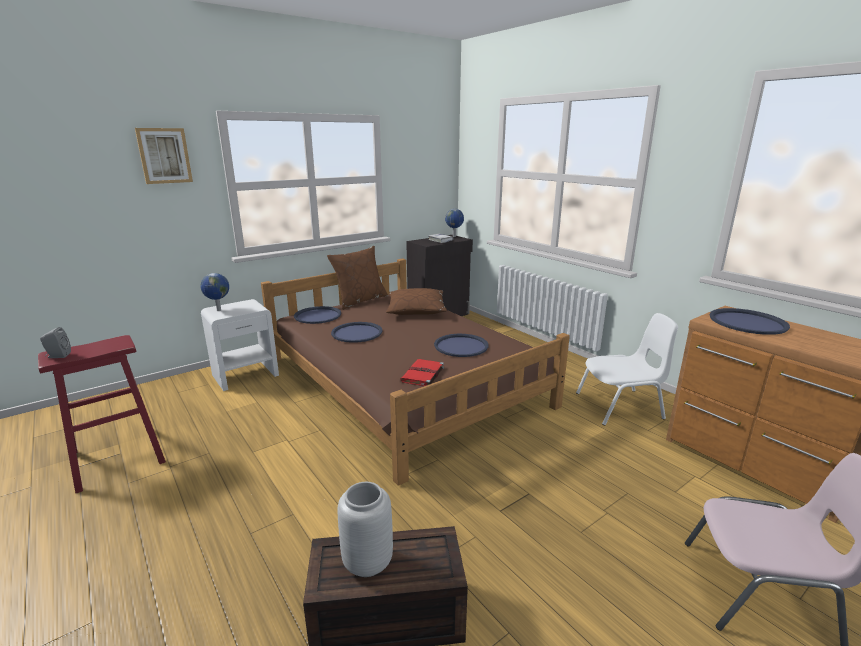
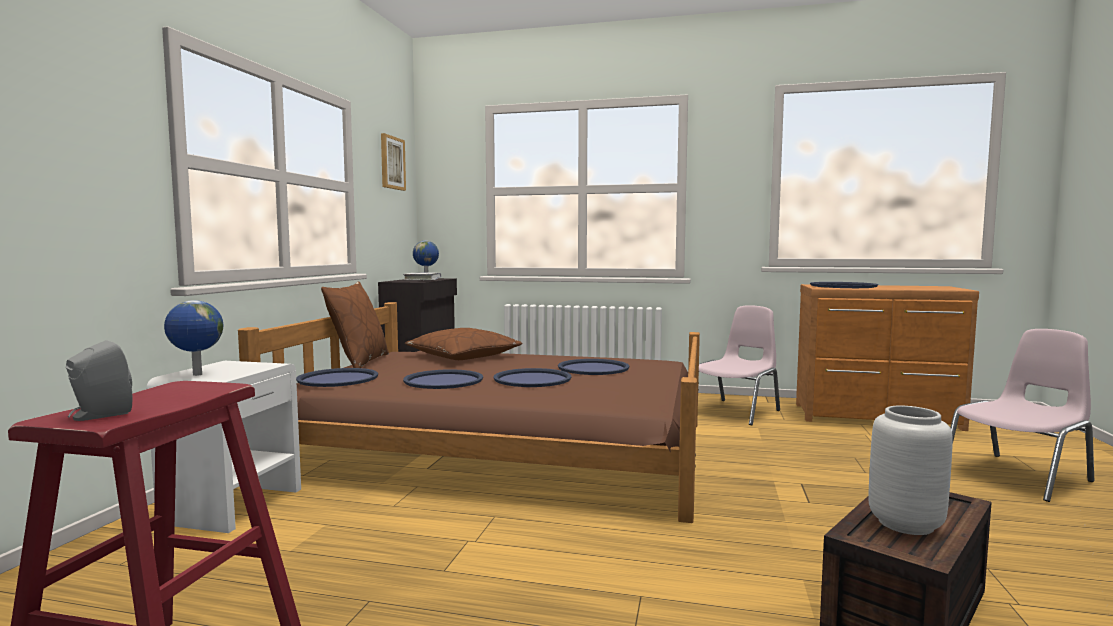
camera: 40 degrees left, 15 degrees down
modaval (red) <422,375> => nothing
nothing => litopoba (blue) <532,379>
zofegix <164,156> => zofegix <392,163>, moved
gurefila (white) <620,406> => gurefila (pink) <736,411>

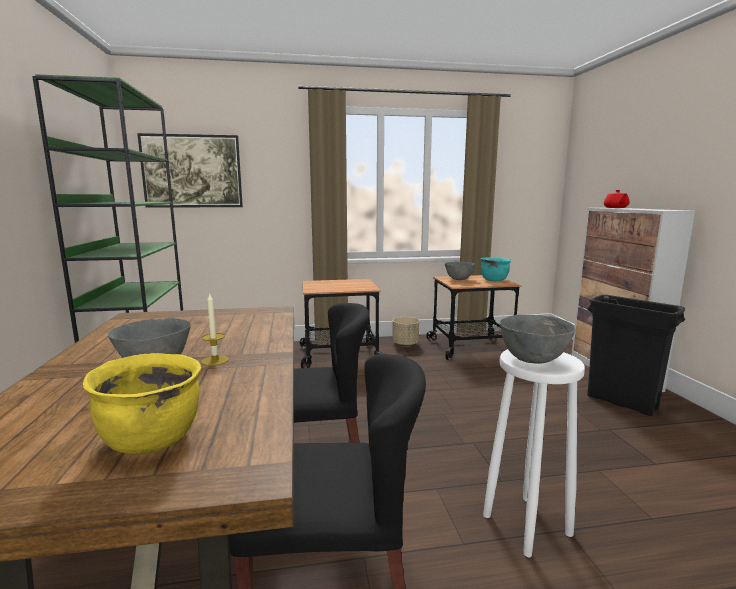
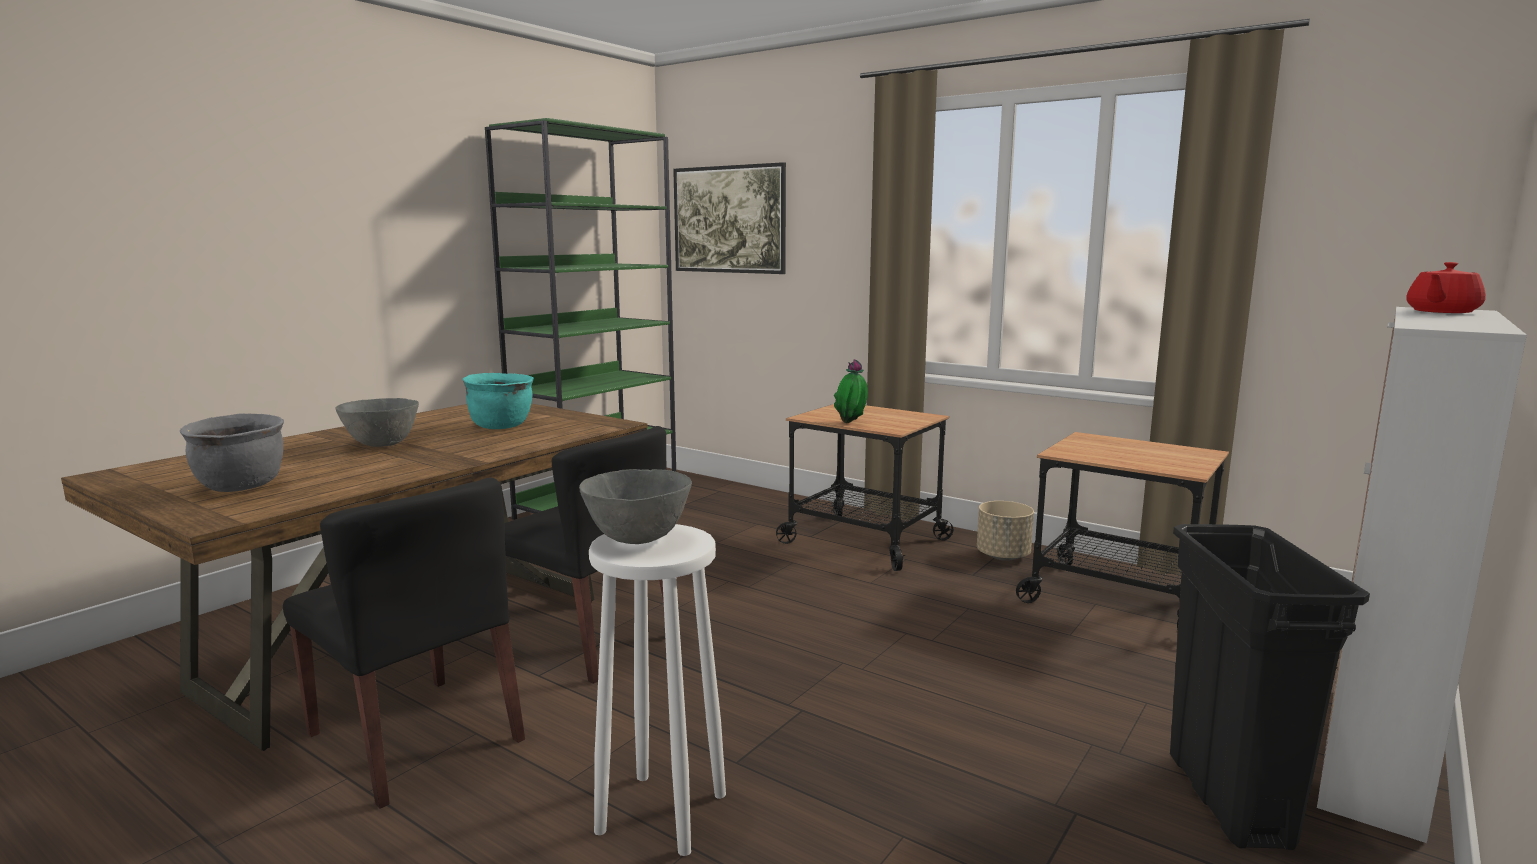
camera: 45 degrees right, 0 degrees up
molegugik <215,360> => nothing
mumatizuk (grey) <459,279> => nothing
nothing => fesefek <851,423>
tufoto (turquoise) <494,280> => tufoto (turquoise) <501,426>, moved
tufoto (yellow) <153,440> => tufoto (grey) <242,487>

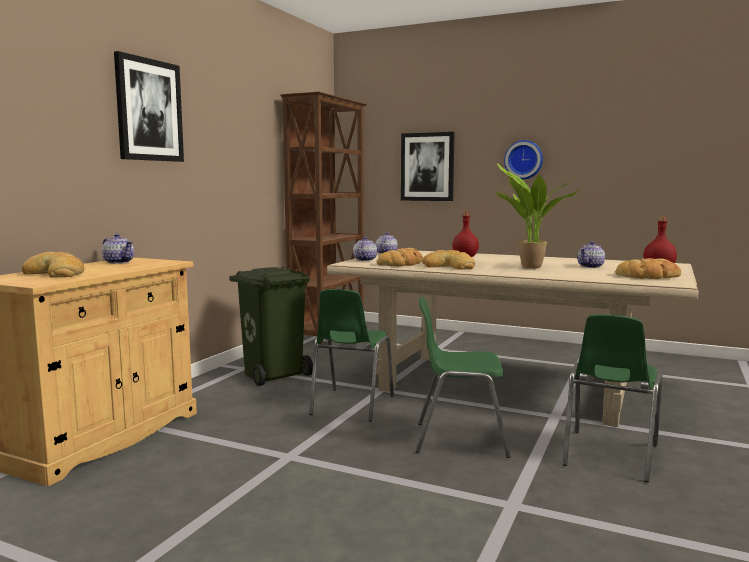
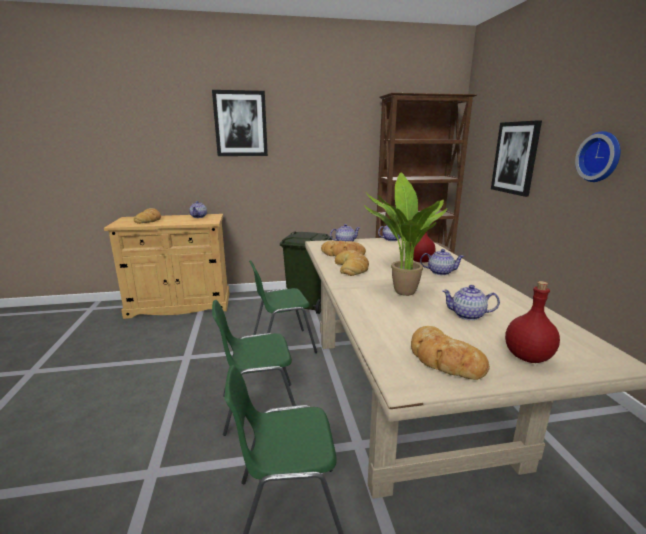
camera: 55 degrees right, 10 degrees up
nothing => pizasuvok <440,272>
gurefila (green) <459,439> => gurefila (green) <259,408>, 75 degrees counterclockwise

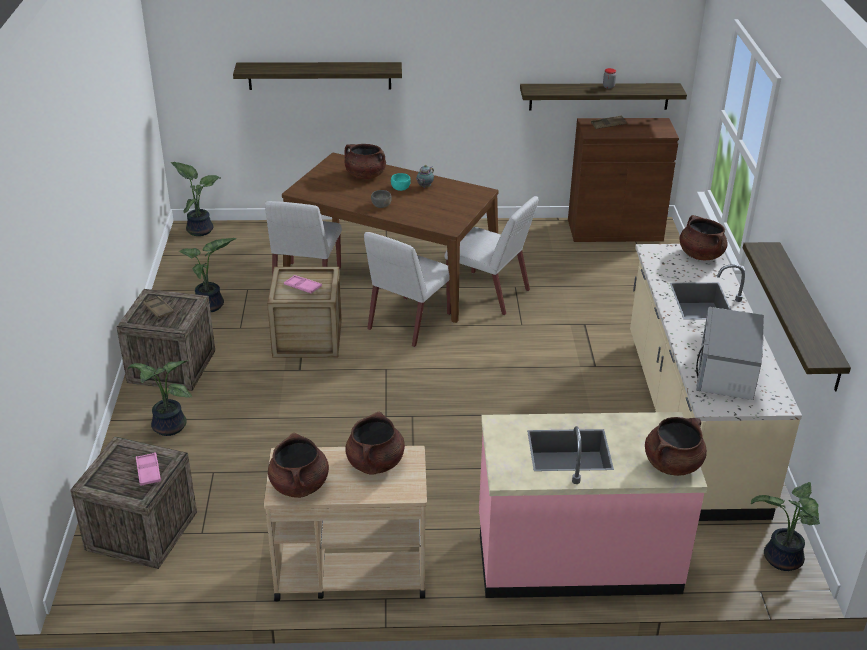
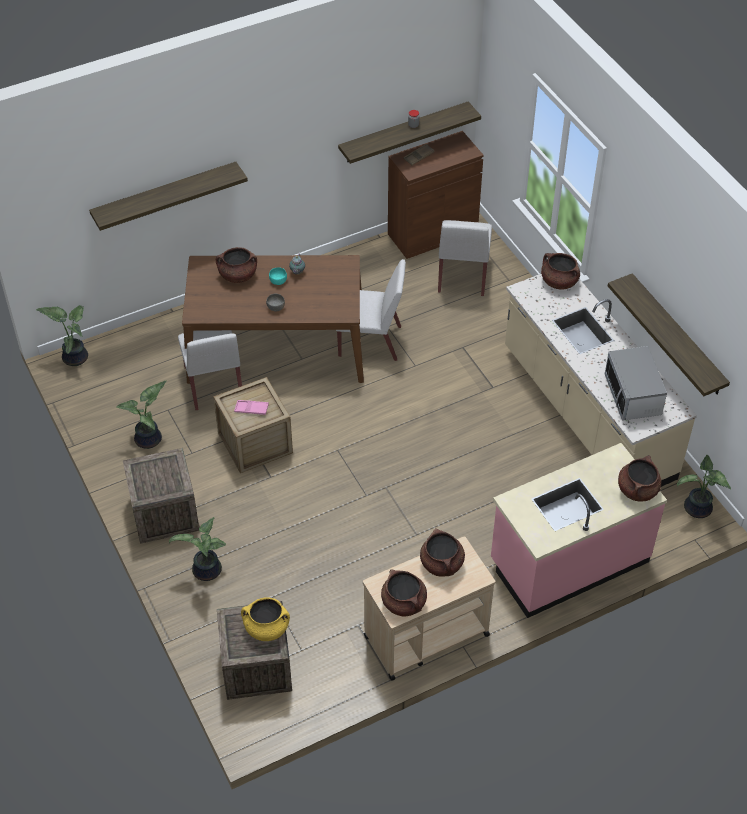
camera: 25 degrees left, 15 degrees up
litopoba (brown) <159,310> => nothing
gurefila (white) <409,322> => gurefila (white) <462,275>, moved
litopoba (pink) <148,472> => tufoto (yellow) <266,628>

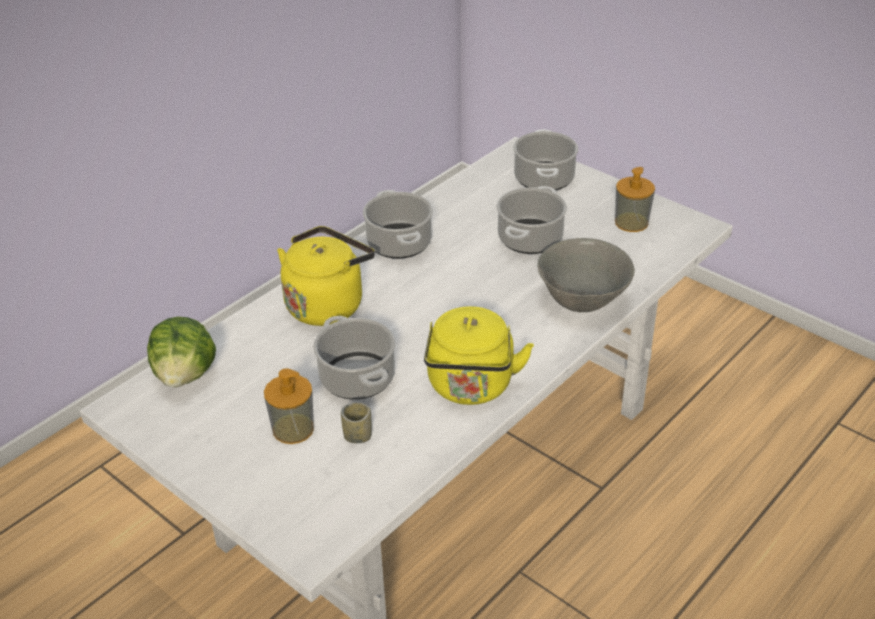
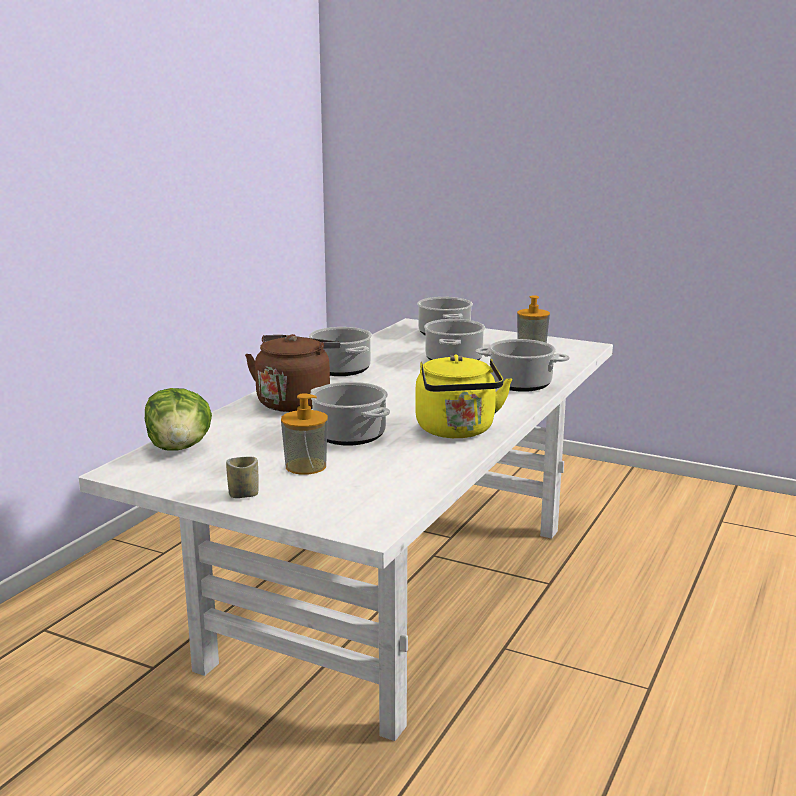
camera: 15 degrees left, 20 degrees down
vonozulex <357,436> => vonozulex <243,494>, moved
mumatizuk (grey) <583,301> => tufoto <521,384>
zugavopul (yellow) <327,304> => zugavopul (brown) <295,402>

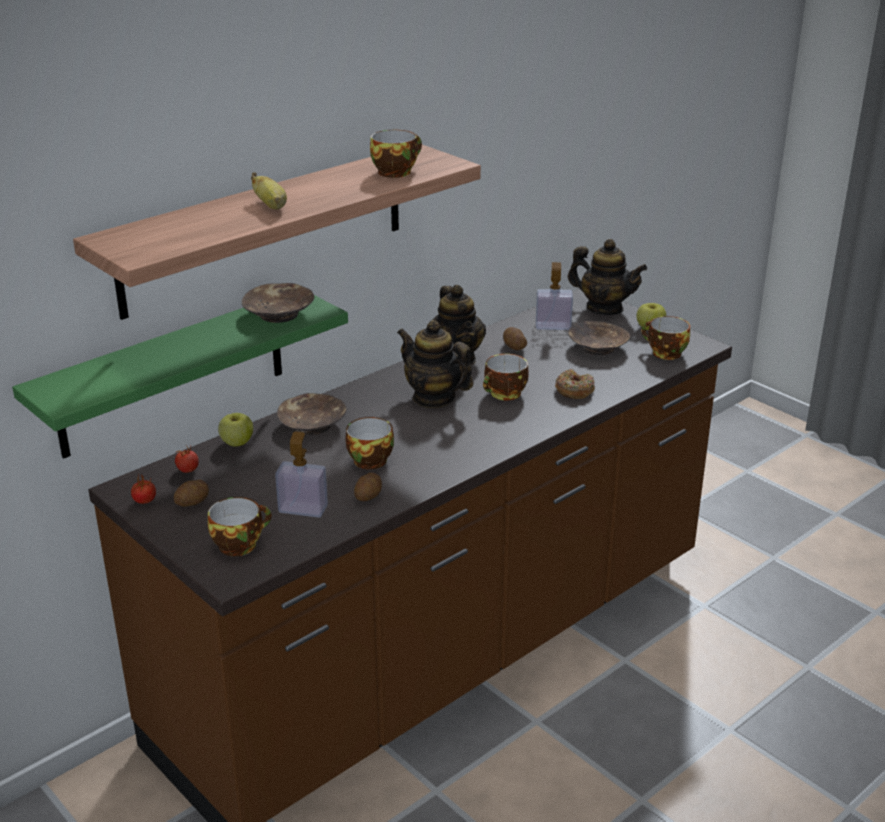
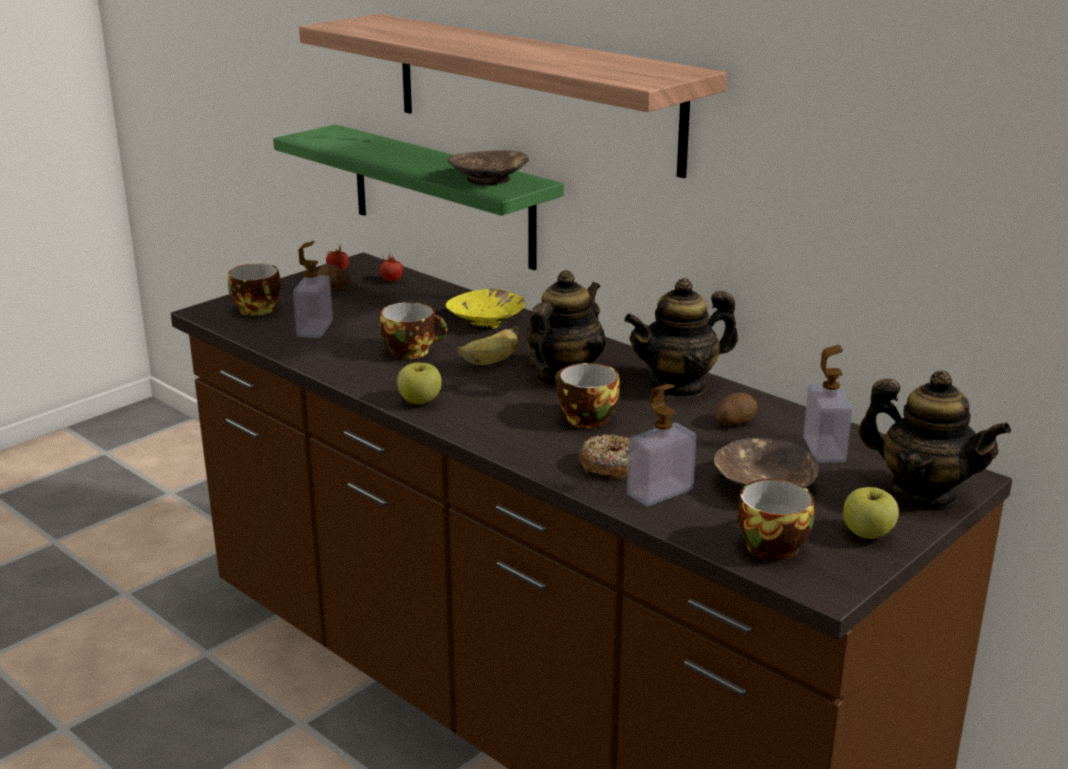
camera: 85 degrees right, 5 degrees down
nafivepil <369,496> => nothing
vonozulex <395,171> => nothing
nothing => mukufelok <660,492>
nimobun <237,442> => nimobun <420,401>, moved
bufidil <271,206> => bufidil <490,362>, moved
mumatizuk (brown) <313,424> => mumatizuk (yellow) <486,321>
pizasuvok <604,308> => pizasuvok <923,493>, 75 degrees counterclockwise

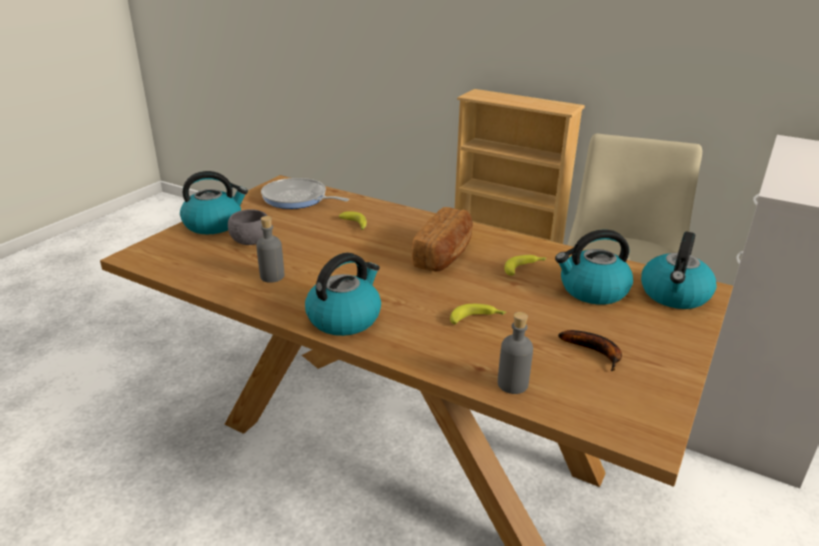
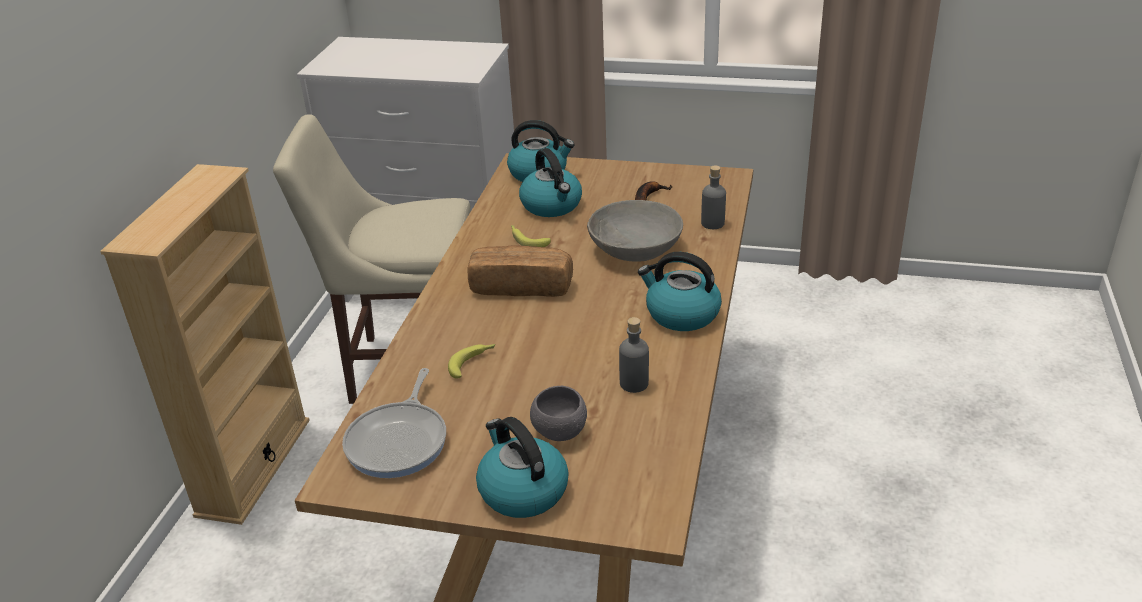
camera: 105 degrees left, 5 degrees up
bufidil <477,319> => mumatizuk (grey) <635,249>

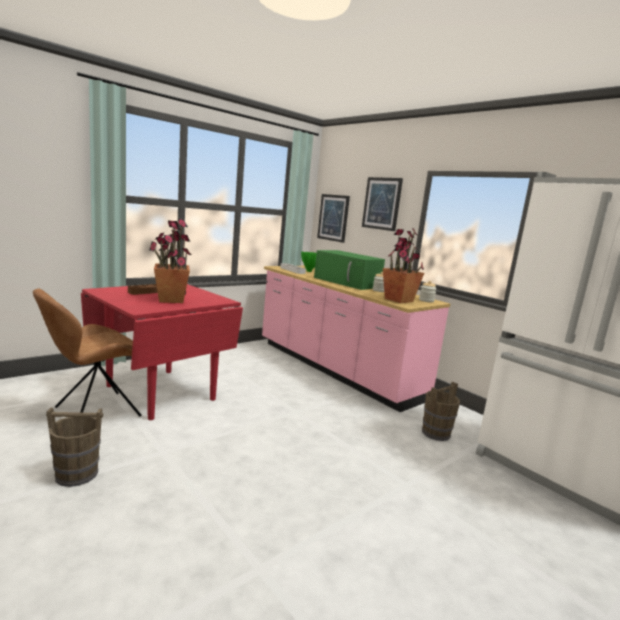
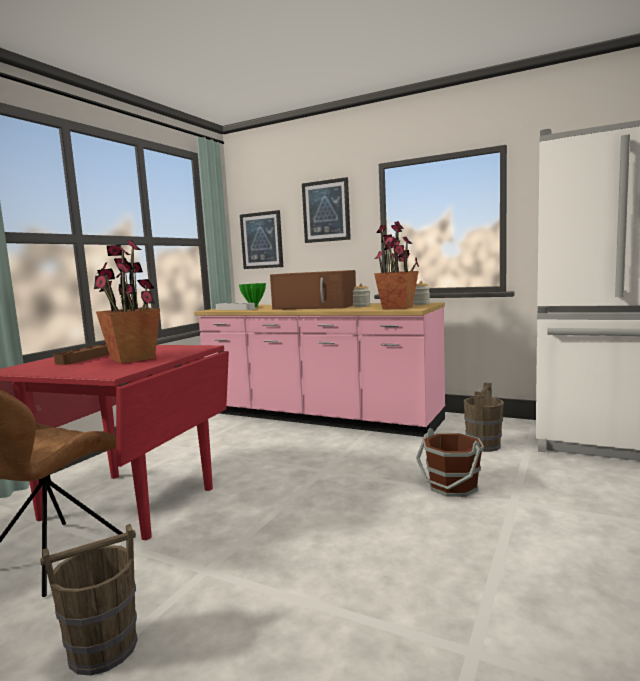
camera: 20 degrees left, 5 degrees down
nothing => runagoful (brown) <452,486>
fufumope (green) <347,282> => fufumope (brown) <316,307>

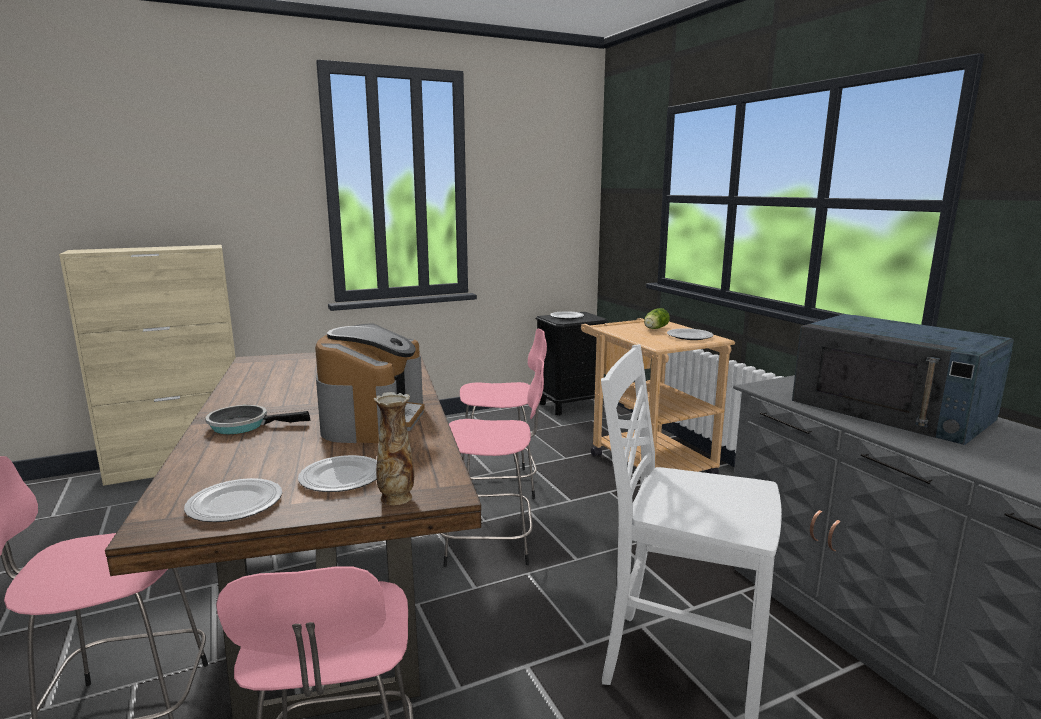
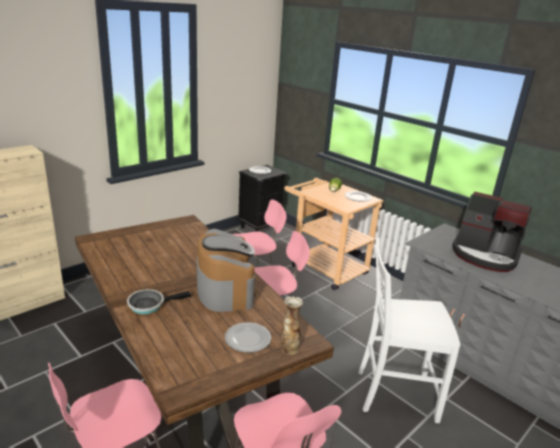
camera: 20 degrees left, 10 degrees up
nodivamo <236,504> => nothing
fufumope (blue) <892,409> => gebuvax <485,255>

